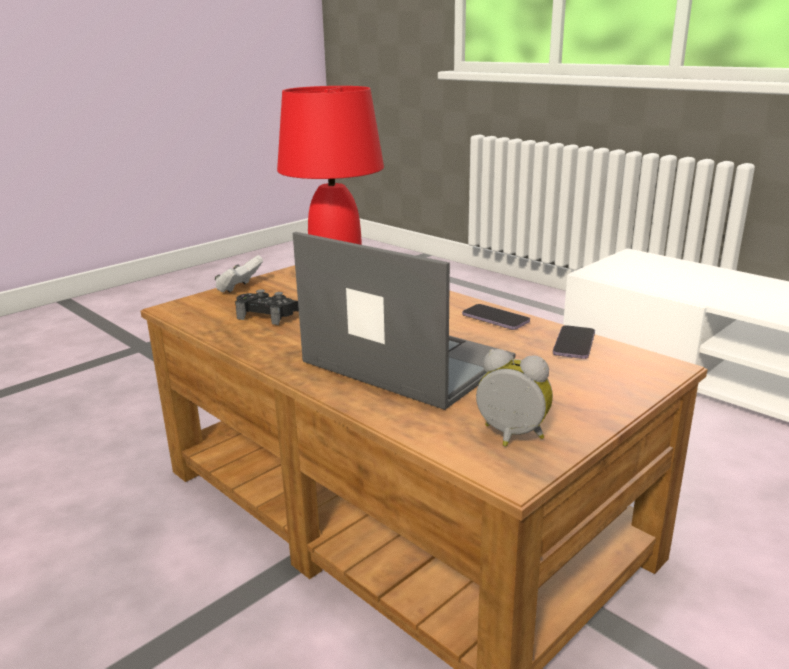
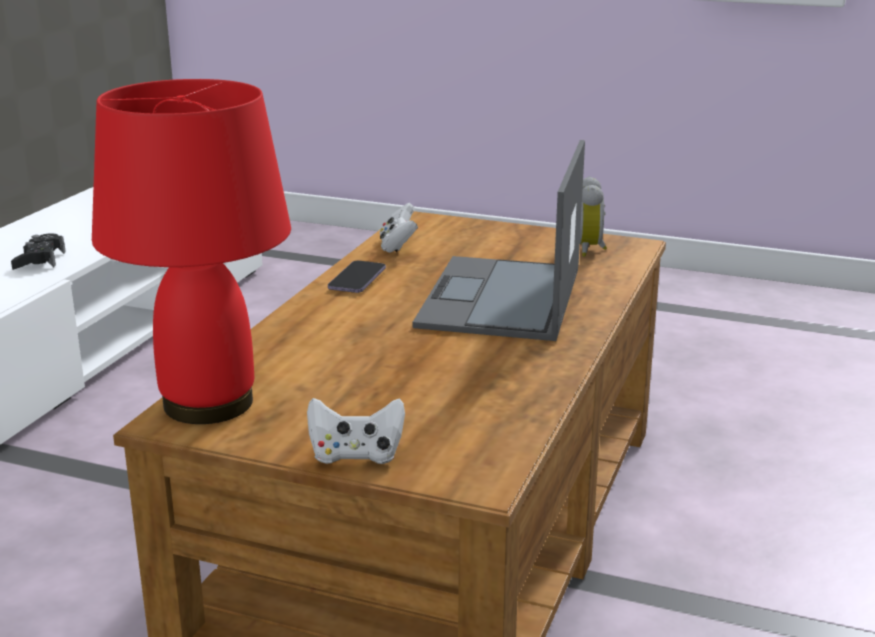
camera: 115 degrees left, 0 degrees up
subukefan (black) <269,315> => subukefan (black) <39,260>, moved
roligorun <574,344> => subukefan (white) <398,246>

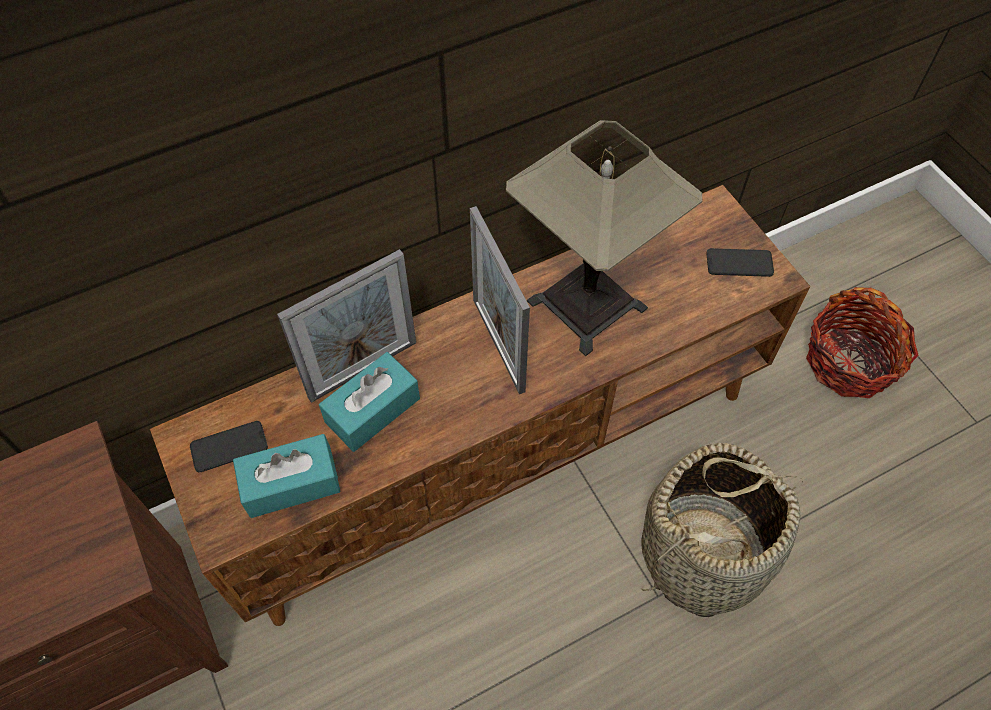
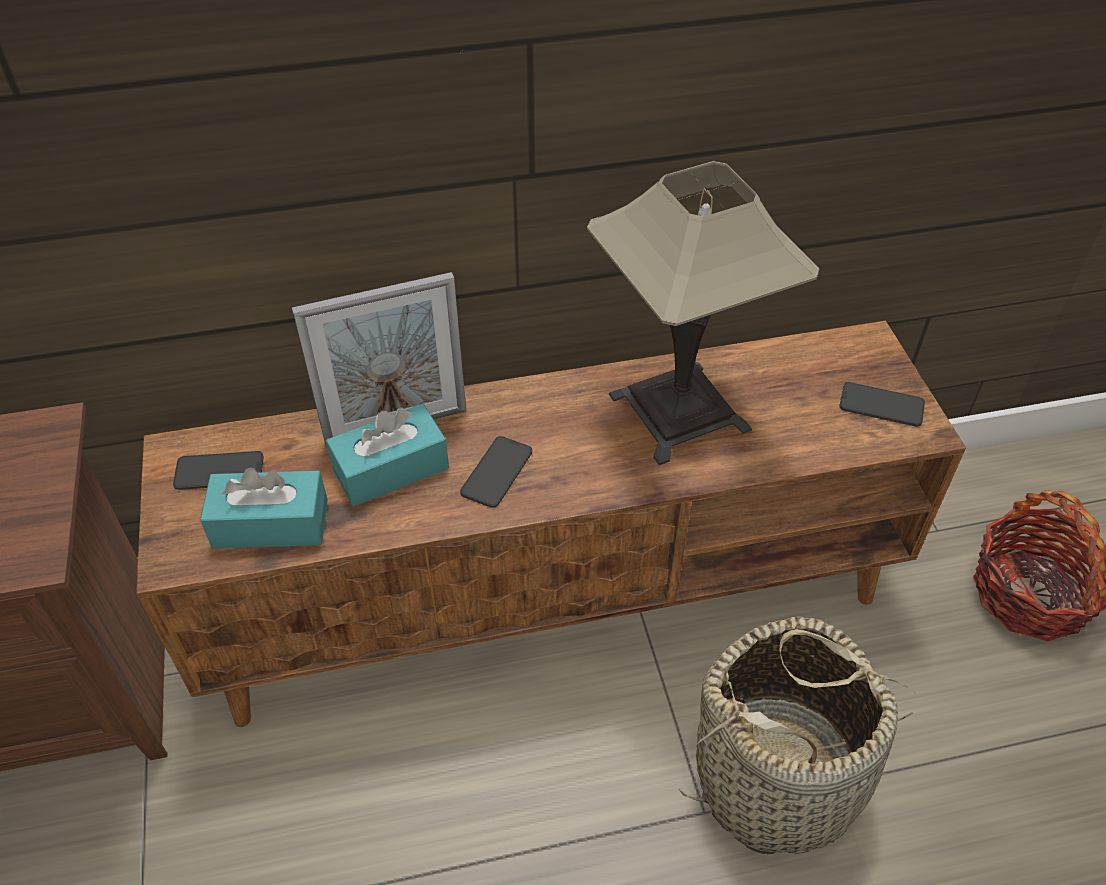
camera: 15 degrees right, 10 degrees down
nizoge <498,345> => nothing
nothing => roligorun <496,472>

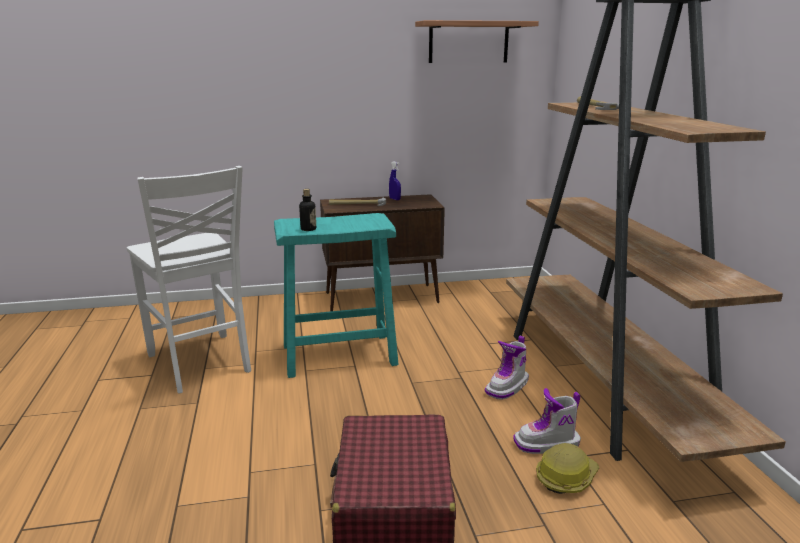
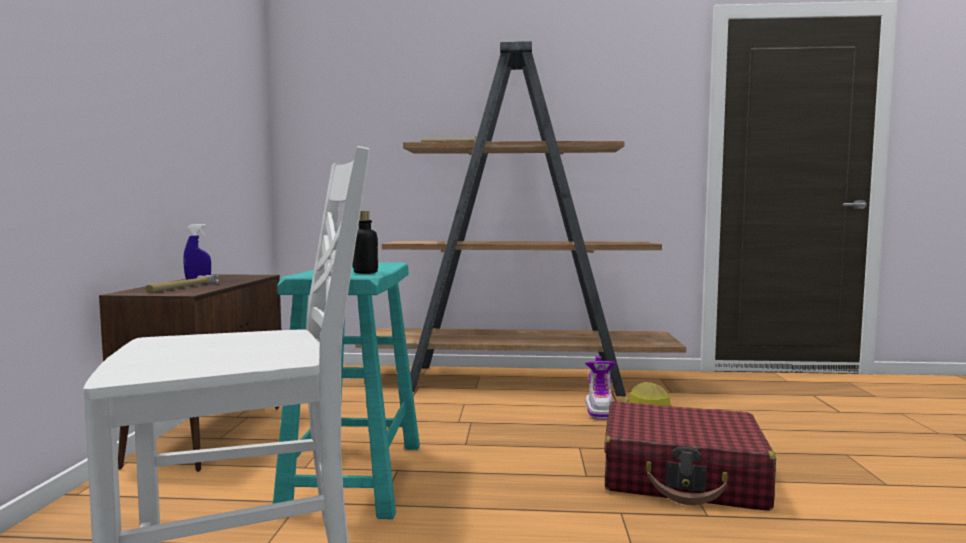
camera: 75 degrees left, 15 degrees down
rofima <468,42> => nothing
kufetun <507,387> => nothing

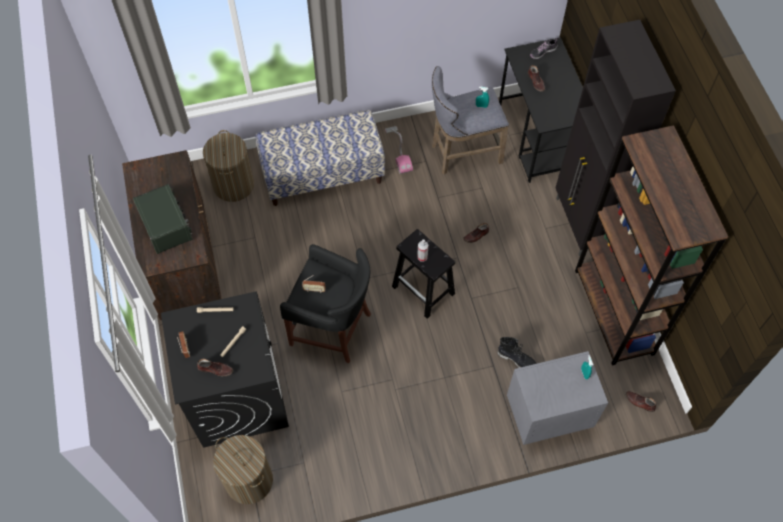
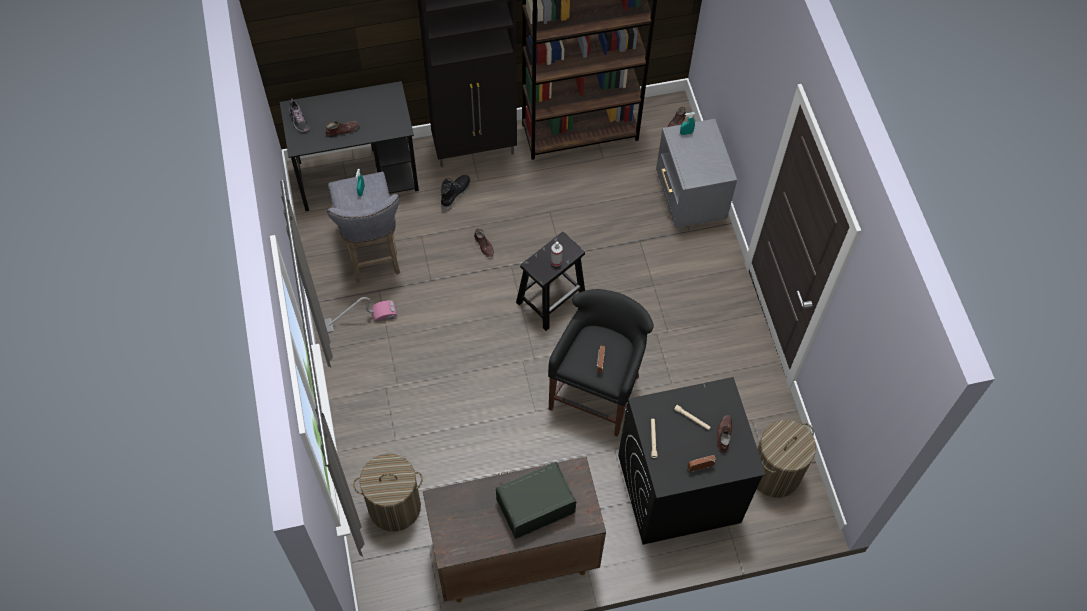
camera: 90 degrees left, 0 degrees up
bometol <323,174> => nothing
kufetun (black) <517,359> => kufetun (black) <455,194>, moved

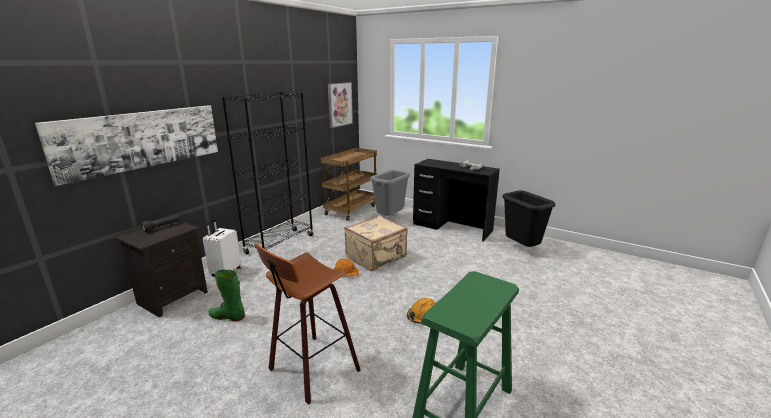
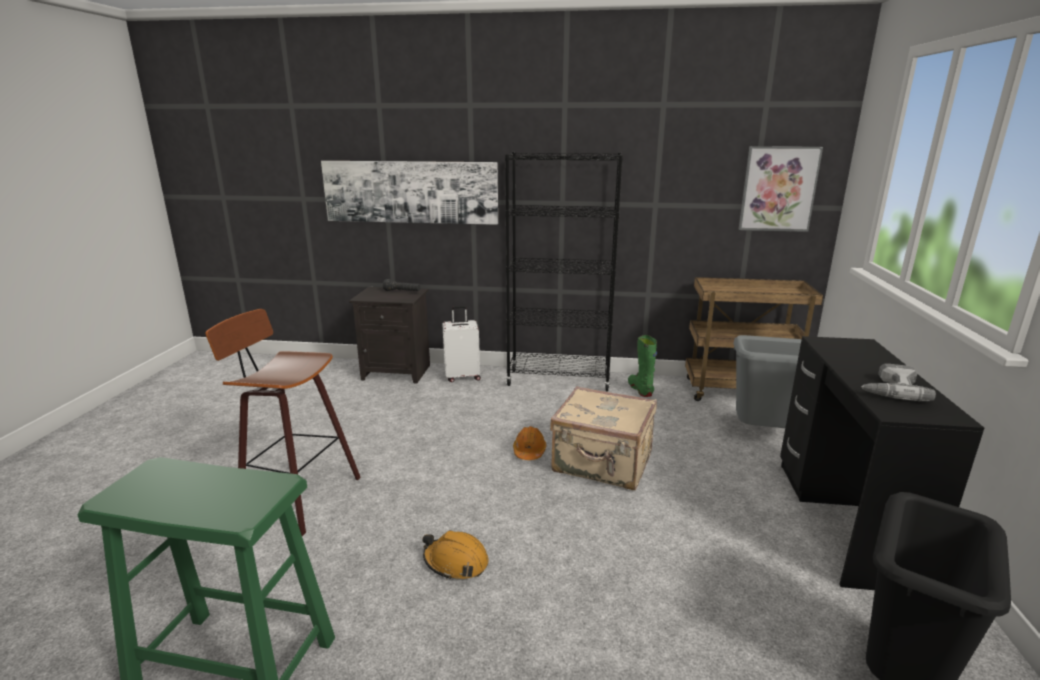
camera: 65 degrees right, 0 degrees up
kufetun (green) <227,317> => kufetun (green) <640,389>, moved

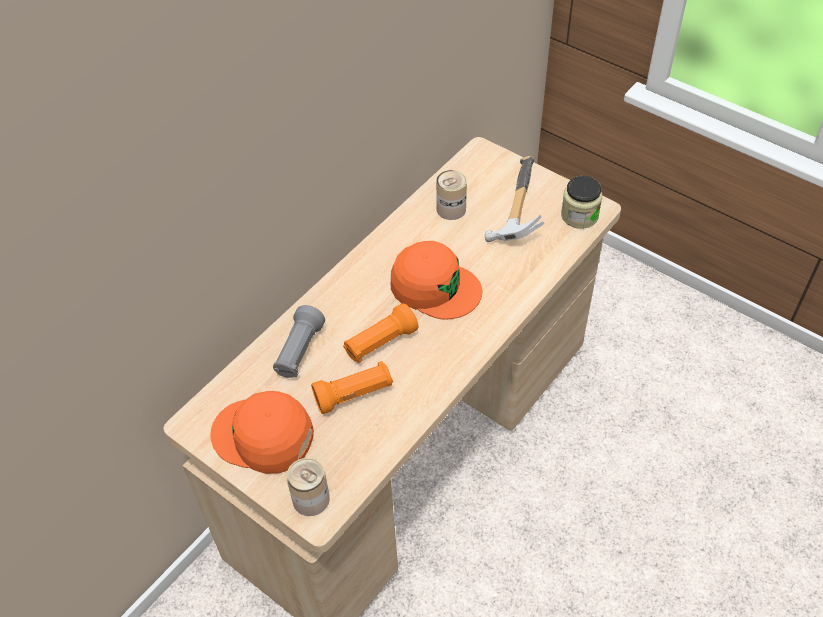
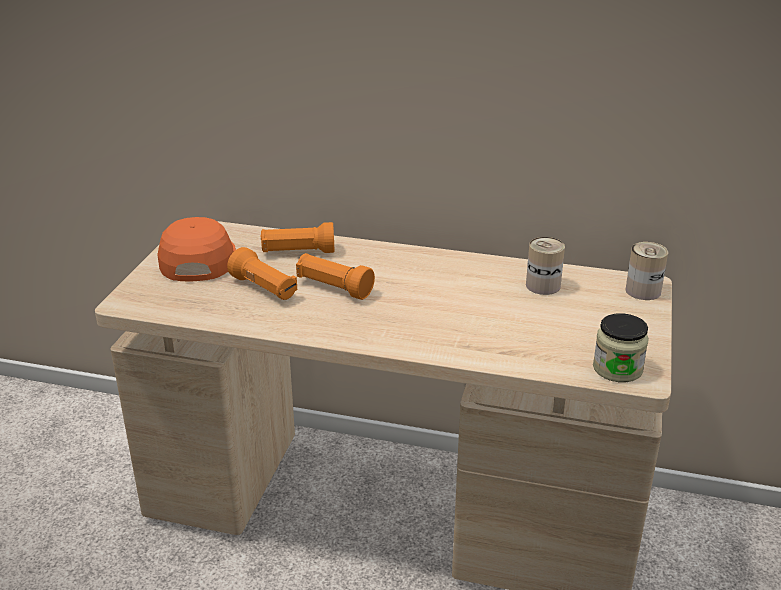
camera: 65 degrees right, 20 degrees down
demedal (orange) <435,287> => nothing
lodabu <513,209> => nothing
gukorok <311,499> => gukorok <643,291>, moved
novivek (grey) <299,352> => novivek (orange) <298,252>

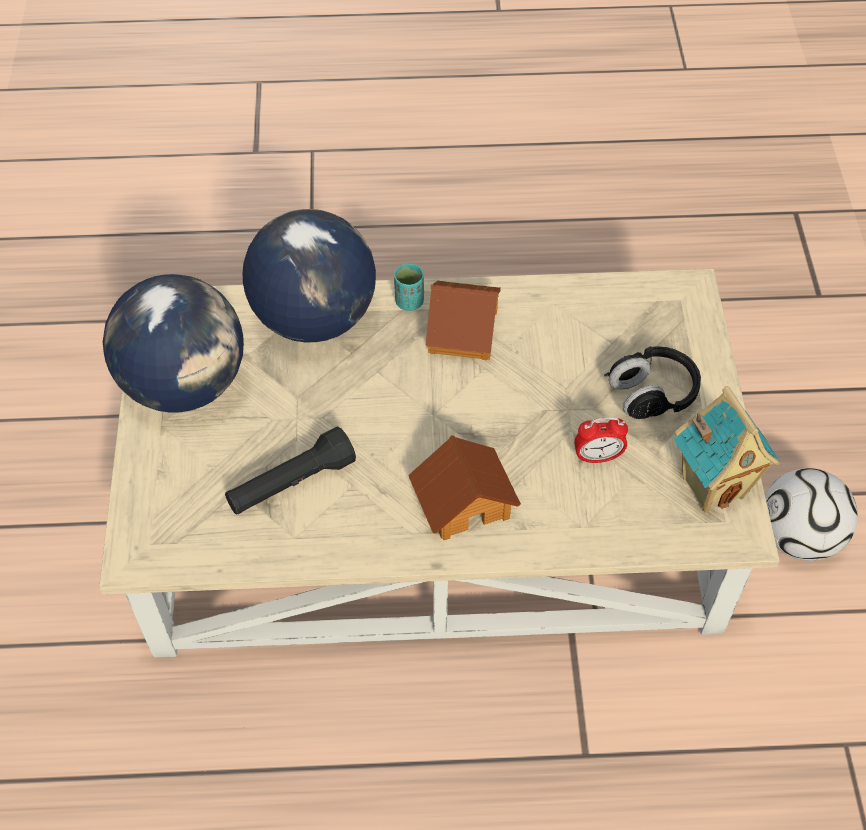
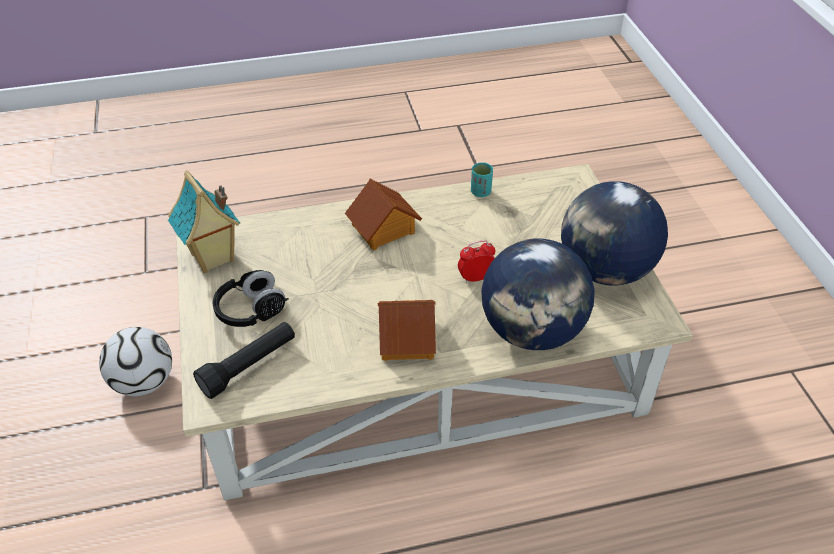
camera: 170 degrees right, 10 degrees down
novivek (black) <291,483> => novivek (black) <249,366>, moved
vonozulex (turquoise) <409,301> => vonozulex (turquoise) <480,192>, moved
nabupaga <597,457> => nabupaga <476,278>, moved

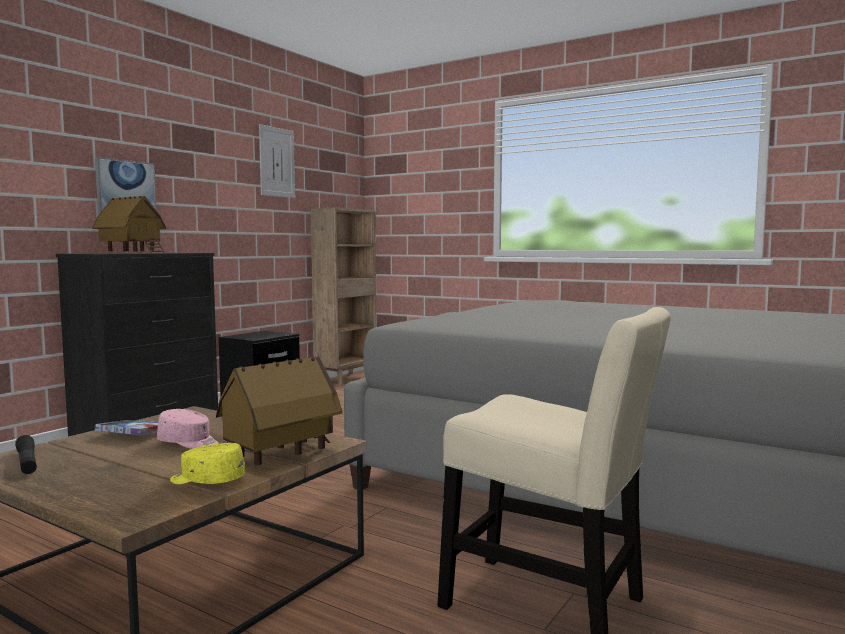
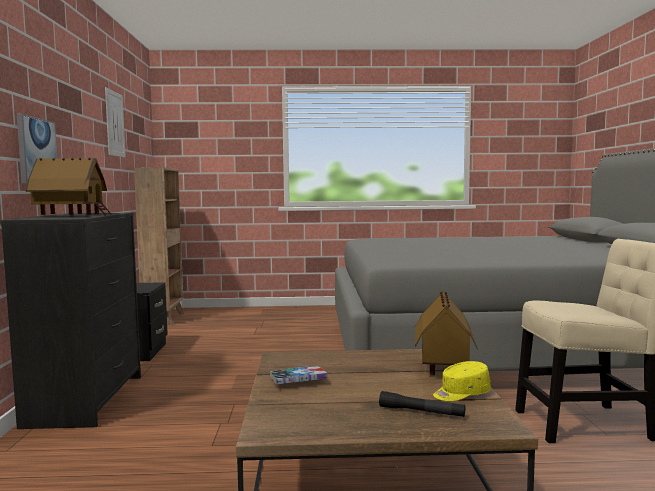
camera: 35 degrees left, 0 degrees up
demedal (pink) <189,443> => nothing
novivek (black) <27,462> => novivek (black) <421,412>, moved

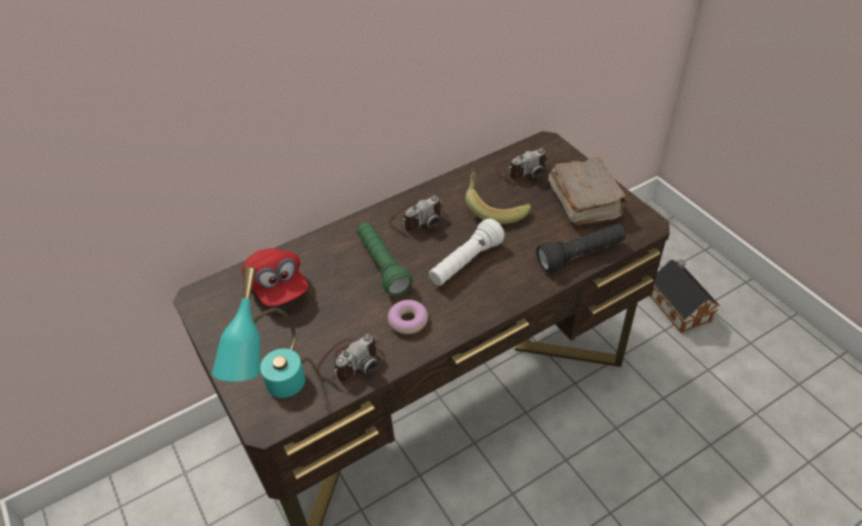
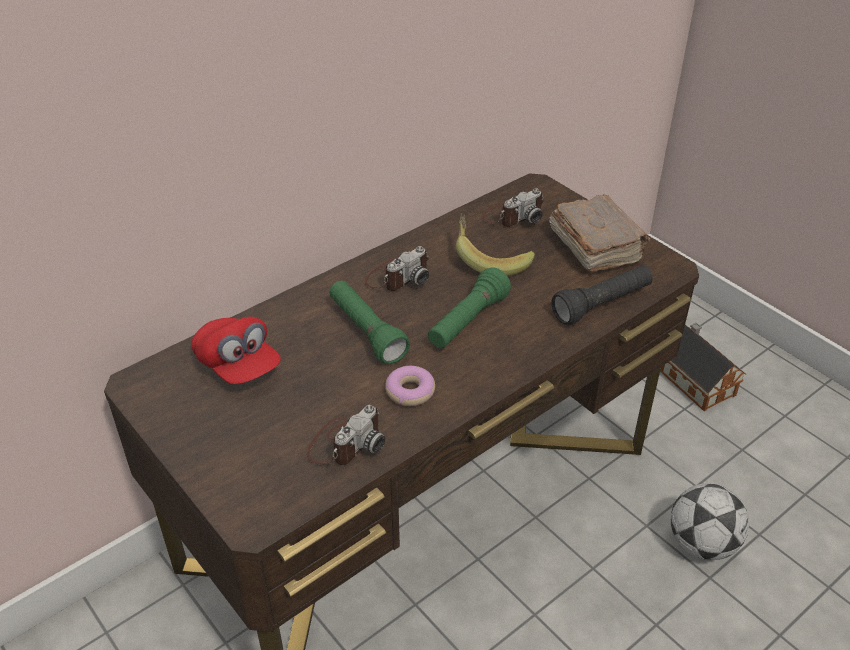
camera: 10 degrees left, 5 degrees down
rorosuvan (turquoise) <279,398> => nothing
nothing => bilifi <701,543>
novivek (white) <465,263> => novivek (green) <467,322>

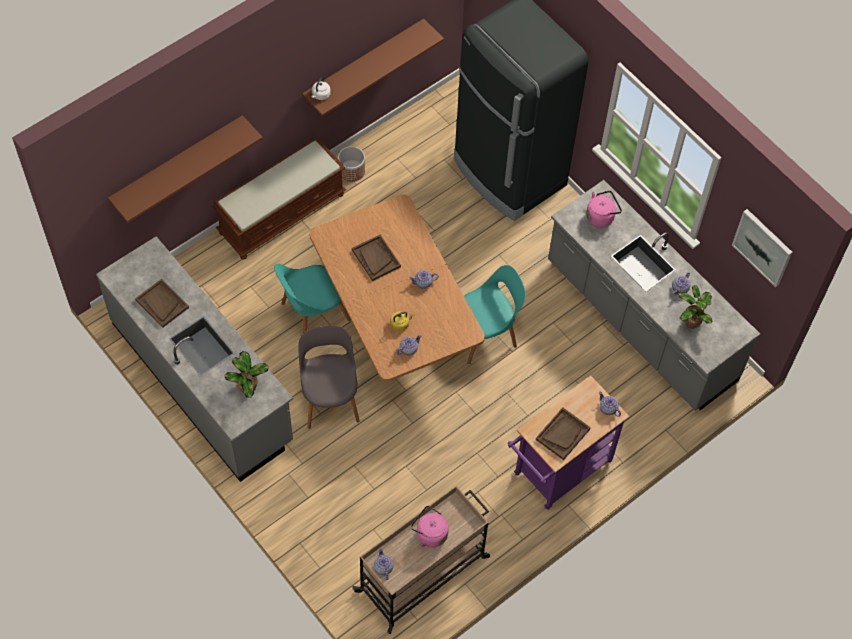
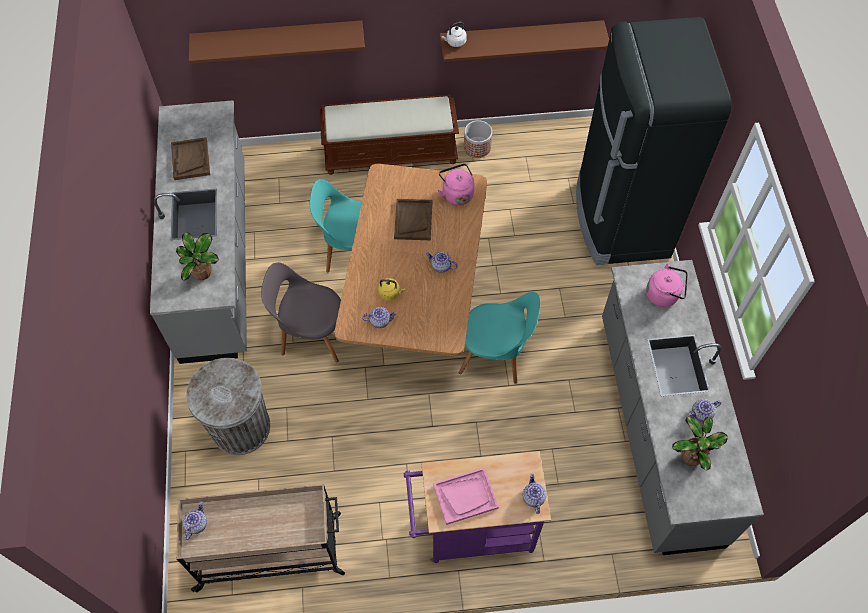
camera: 35 degrees right, 0 degrees up
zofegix <763,247> => nothing
nothing => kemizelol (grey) <240,427>
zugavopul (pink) <430,534> => zugavopul (pink) <456,193>, moved
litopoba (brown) <562,434> => litopoba (pink) <465,496>
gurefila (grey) <330,397> => gurefila (grey) <311,333>, 105 degrees counterclockwise

